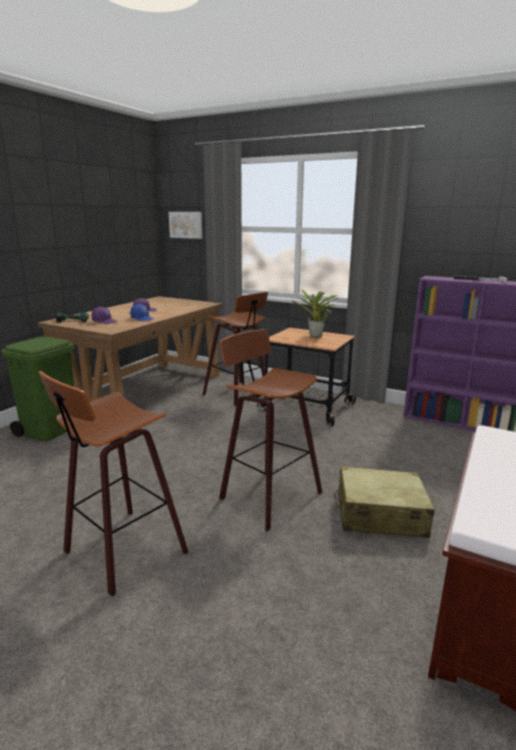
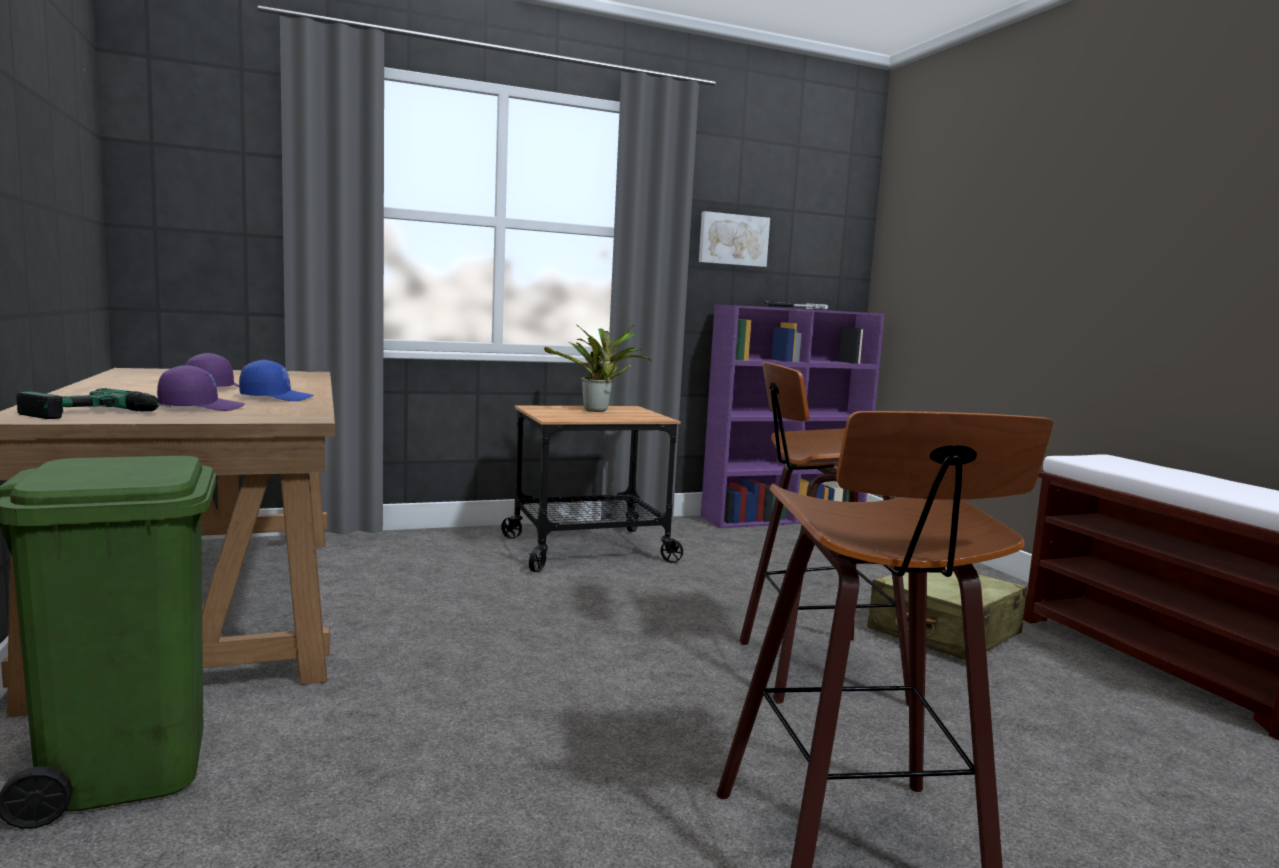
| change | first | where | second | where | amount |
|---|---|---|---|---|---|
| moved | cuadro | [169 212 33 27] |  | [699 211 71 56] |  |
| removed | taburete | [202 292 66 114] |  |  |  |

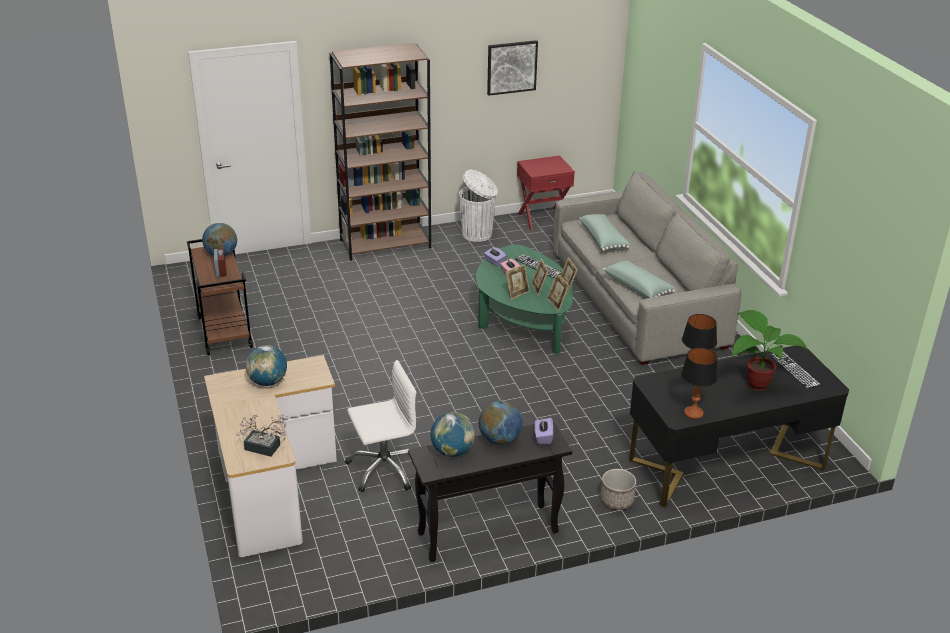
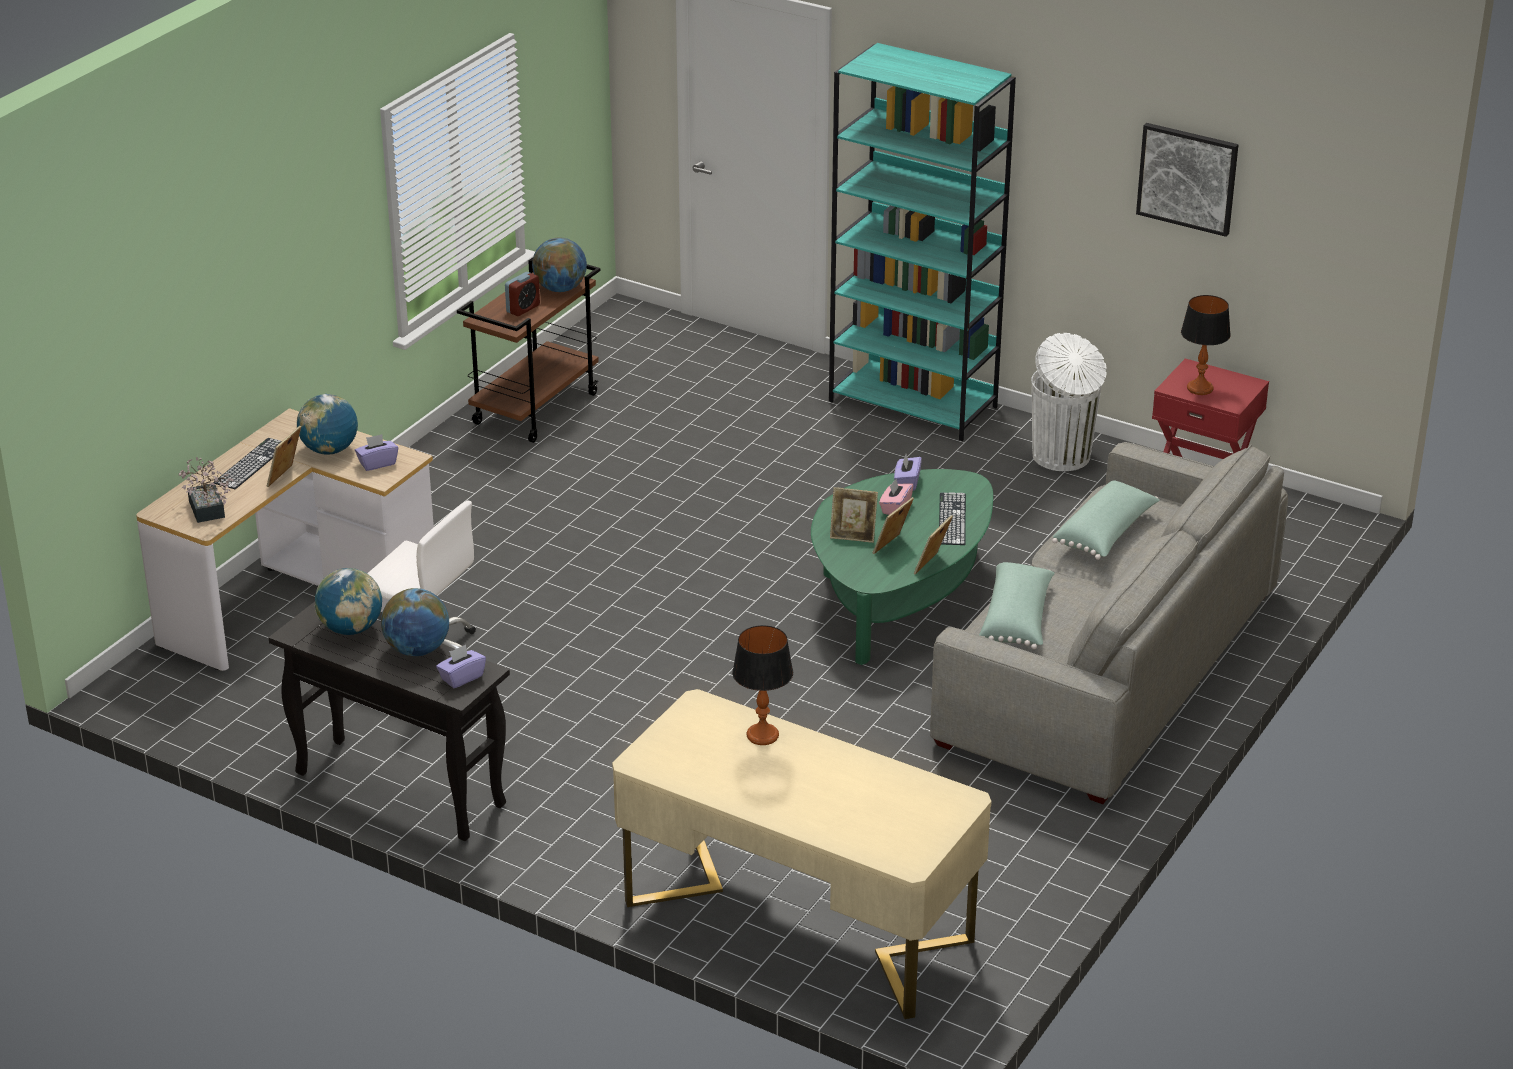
| change | first | where | second | where | amount |
|---|---|---|---|---|---|
| recoloured | estantería [marrón] | [330 43 101 218] | estantería [turquesa] | [829 43 187 398] |  |
| moved | portarretratos | [547 273 22 38] |  | [267 426 34 61] |  |
| removed | maceta | [600 469 36 41] |  |  |  |
| recoloured | escritorio [negro] | [629 346 220 162] | escritorio [beis] | [612 689 380 330] |  |
| moved | lámpara de mesa | [681 348 37 71] |  | [1181 295 50 100] |  |
| removed | planta en maceta | [732 310 76 81] |  |  |  |
| moved | teclado | [769 351 52 38] |  | [213 438 69 51] |  |
| added |  |  | caja de pañuelos [morado] | [355 434 43 37] |  |

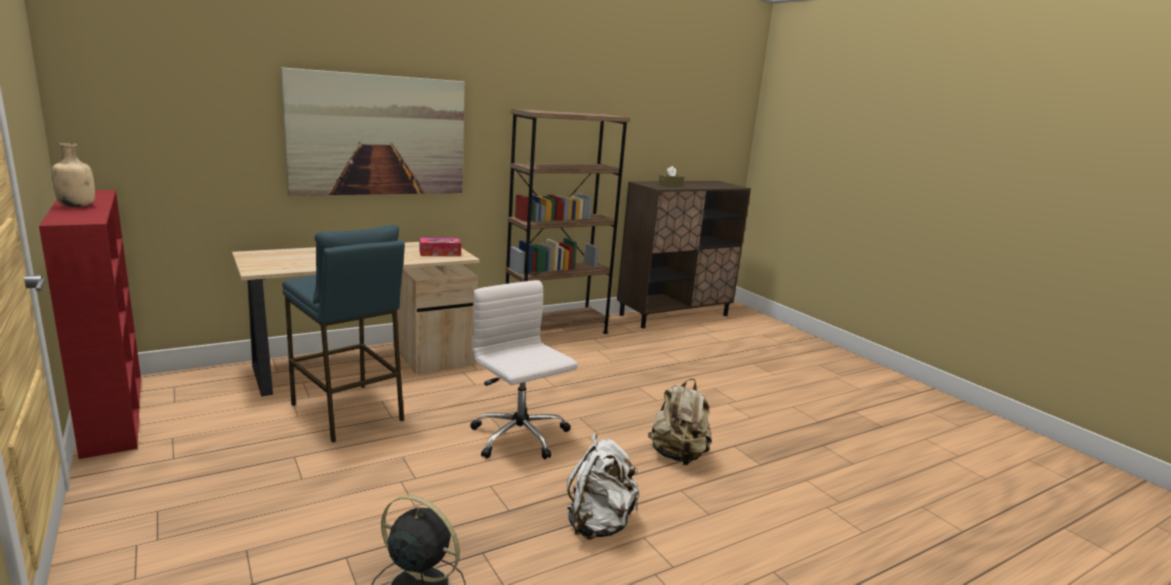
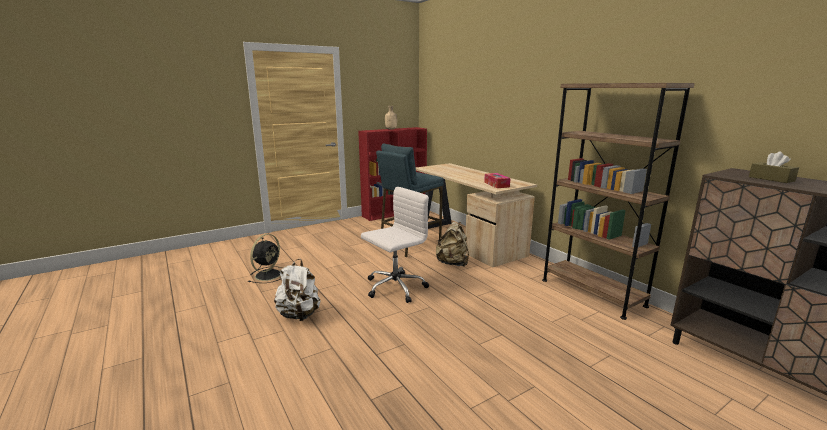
| change | first | where | second | where | amount |
|---|---|---|---|---|---|
| removed | cuadro | [281 67 184 129] |  |  |  |
| moved | mochila [beis] | [648 379 64 86] |  | [435 222 34 44] |  |

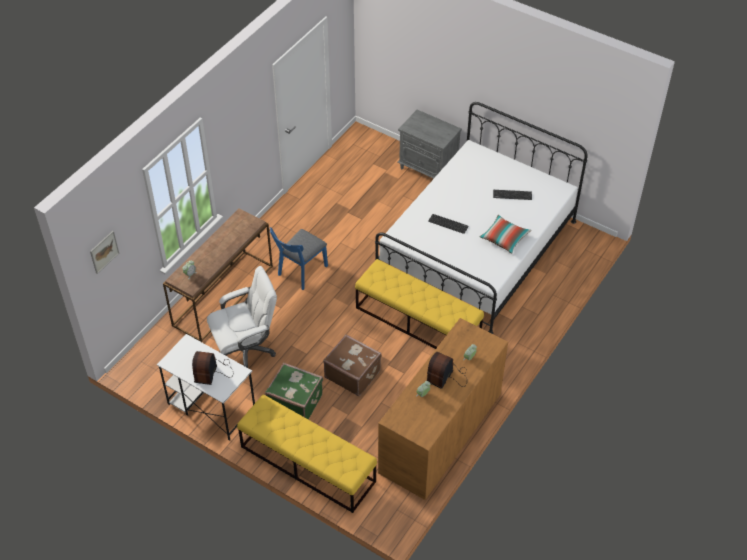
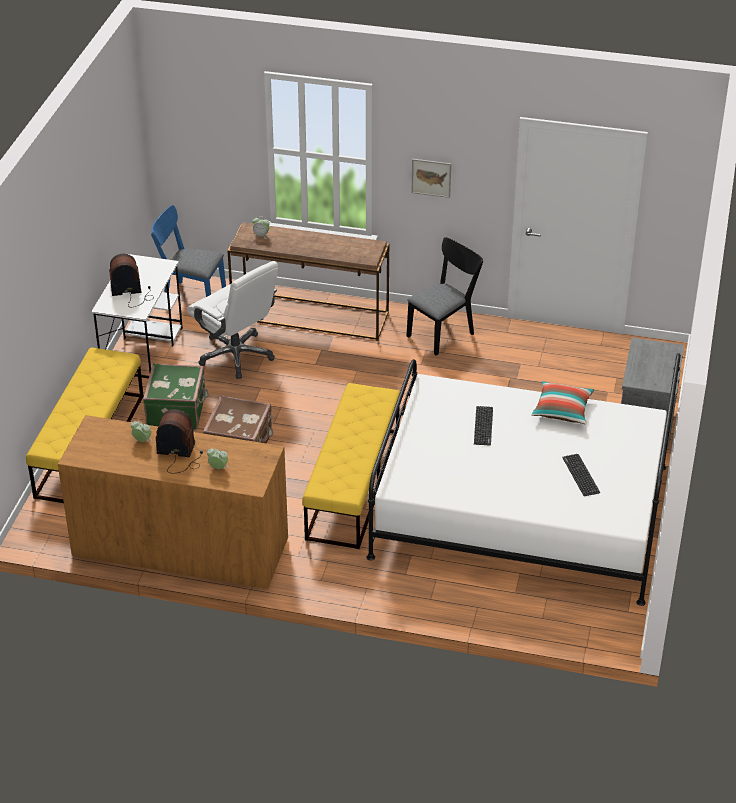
| change | first | where | second | where | amount |
|---|---|---|---|---|---|
| moved | cuadro | [90 231 29 43] |  | [412 159 39 39] |  |
| moved | silla [azul] | [270 227 58 63] |  | [151 205 75 92] |  |
| moved | cojín | [480 215 51 38] |  | [532 381 62 43] |  |
| added |  |  | silla [negro] | [407 237 76 119] |  |

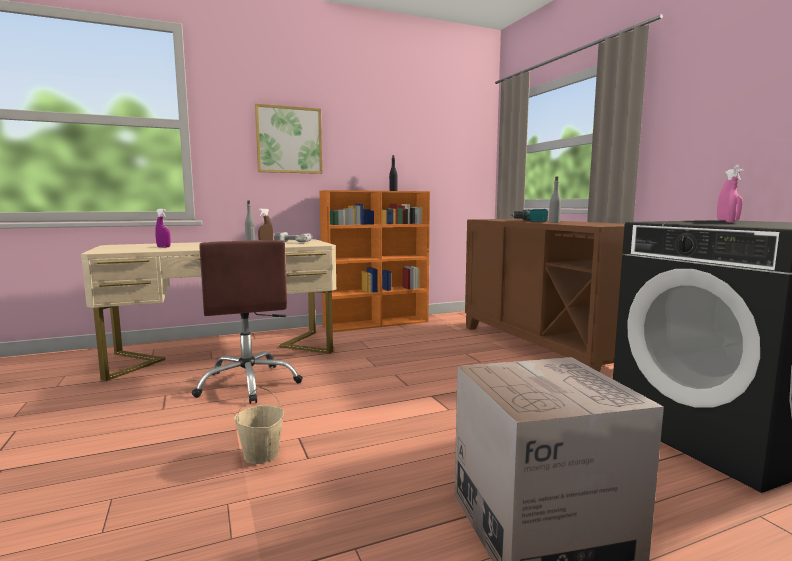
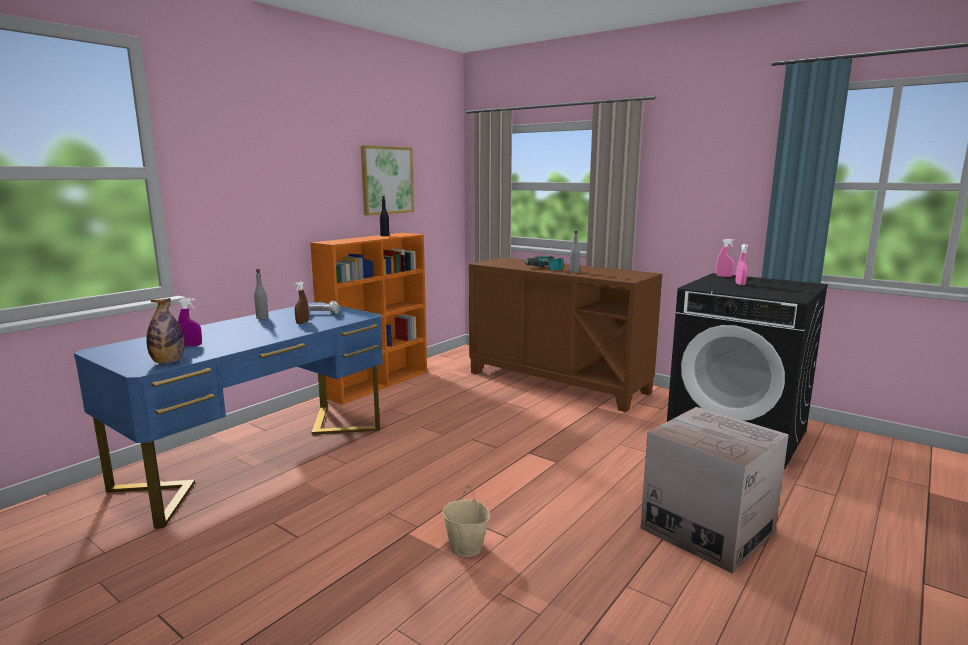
| change | first | where | second | where | amount |
|---|---|---|---|---|---|
| recoloured | escritorio [beis] | [81 239 255 142] | escritorio [azul] | [74 302 309 227] |  |
| removed | silla de oficina [marrón] | [192 240 111 164] |  |  |  |
| moved | cuadro | [255 104 68 70] |  | [361 145 53 70] |  |
| added |  |  | botella | [147 298 38 66] |  |

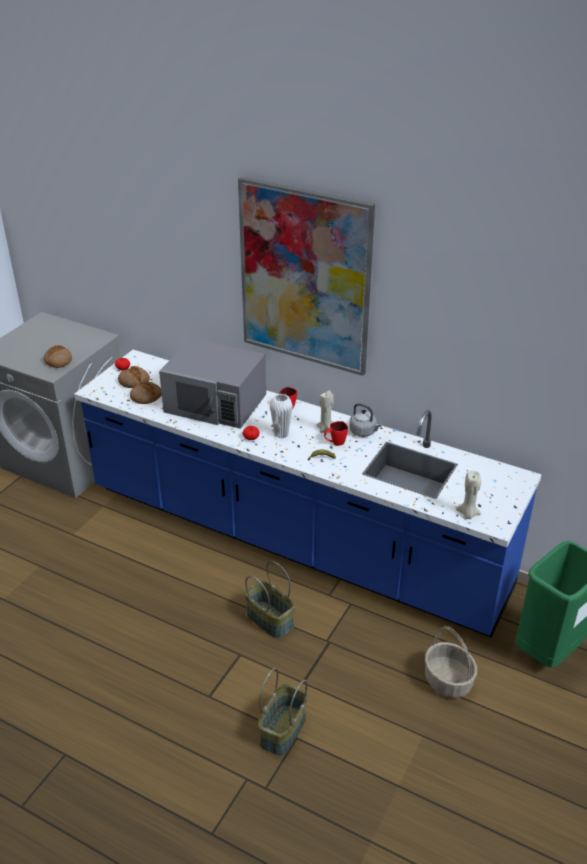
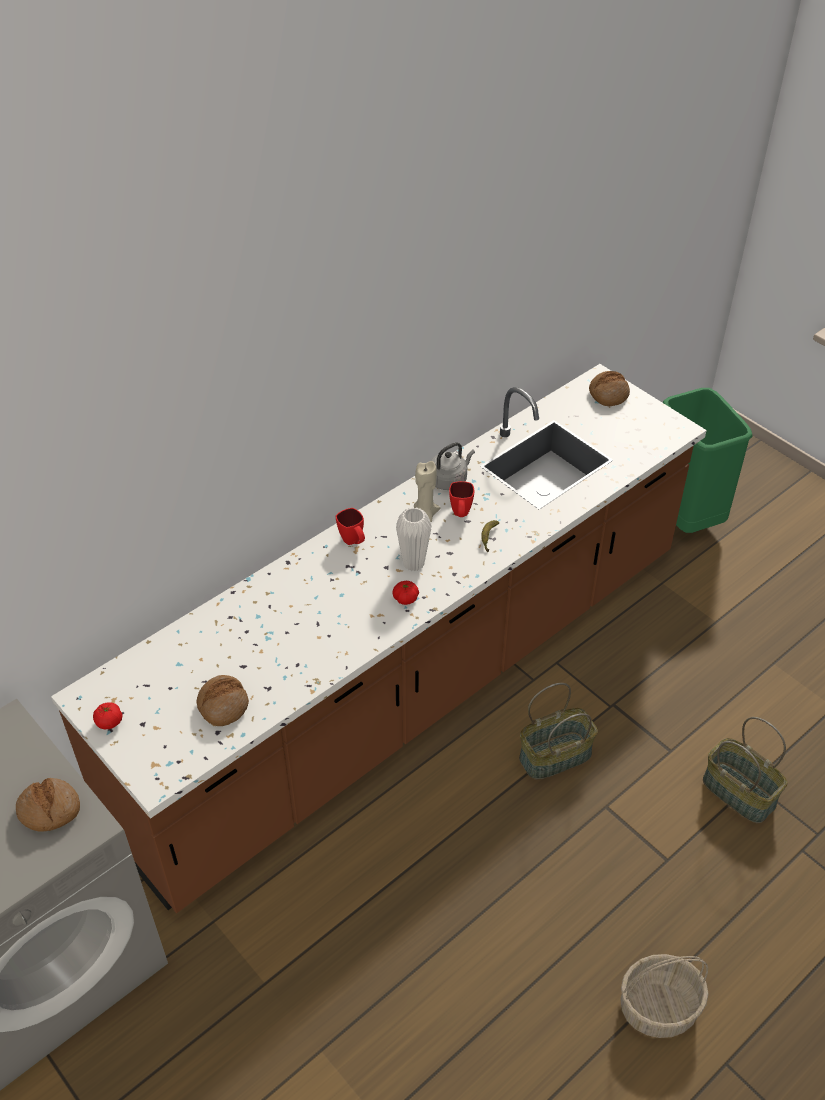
| change | first | where | second | where | amount |
|---|---|---|---|---|---|
| recoloured | mueble bajo de cocina [azul] | [74 350 468 288] | mueble bajo de cocina [marrón] | [51 364 656 549] |  |
| moved | pan | [118 366 32 22] |  | [589 371 41 35] |  |
| removed | microondas [gris] | [159 338 107 91] |  |  |  |
| removed | cuadro | [238 177 137 199] |  |  |  |
| moved | cesta | [425 626 52 72] |  | [620 954 89 84] |  |
| removed | vela [beis] | [456 471 25 48] |  |  |  |

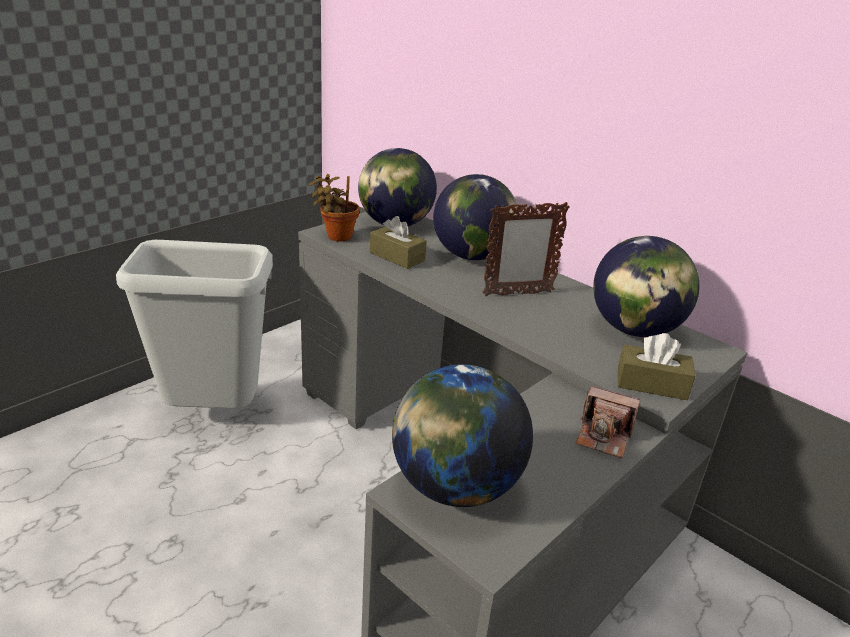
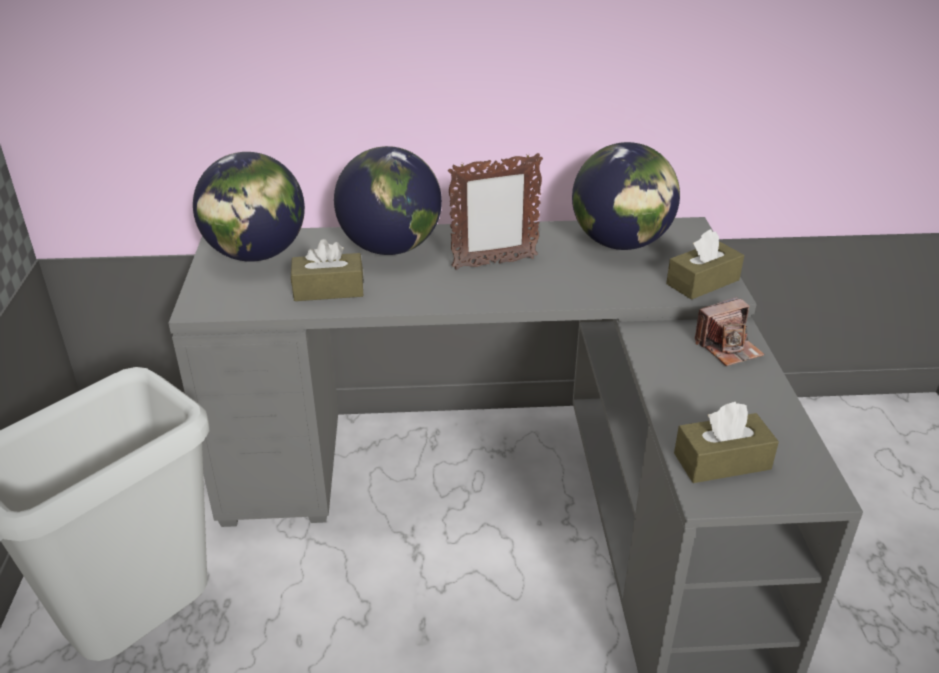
| change | first | where | second | where | amount |
|---|---|---|---|---|---|
| removed | planta en maceta | [309 174 51 67] |  |  |  |
| replaced | globo terráqueo | [392 364 141 143] | caja de pañuelos [marrón] | [674 402 105 81] |  |
| turned | portarretratos | [483 201 87 95] |  | [448 153 95 117] | 45 degrees clockwise |

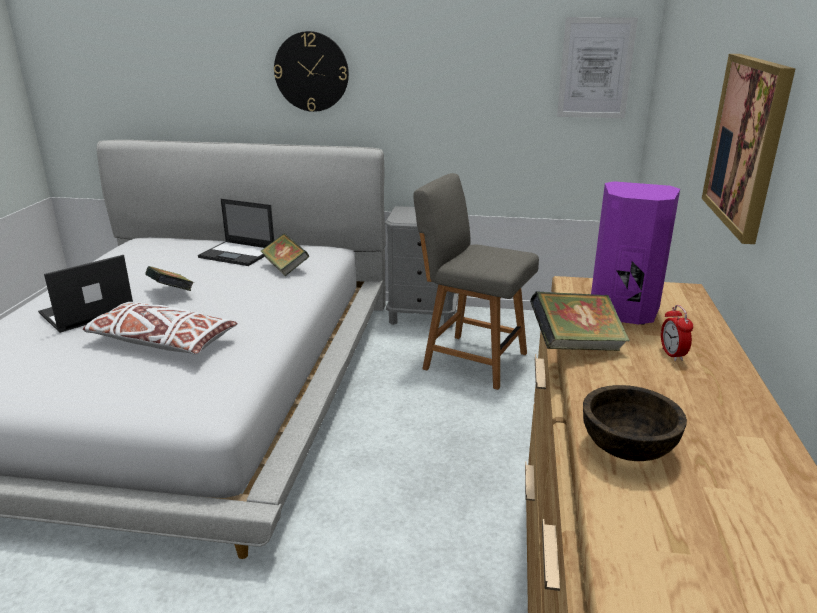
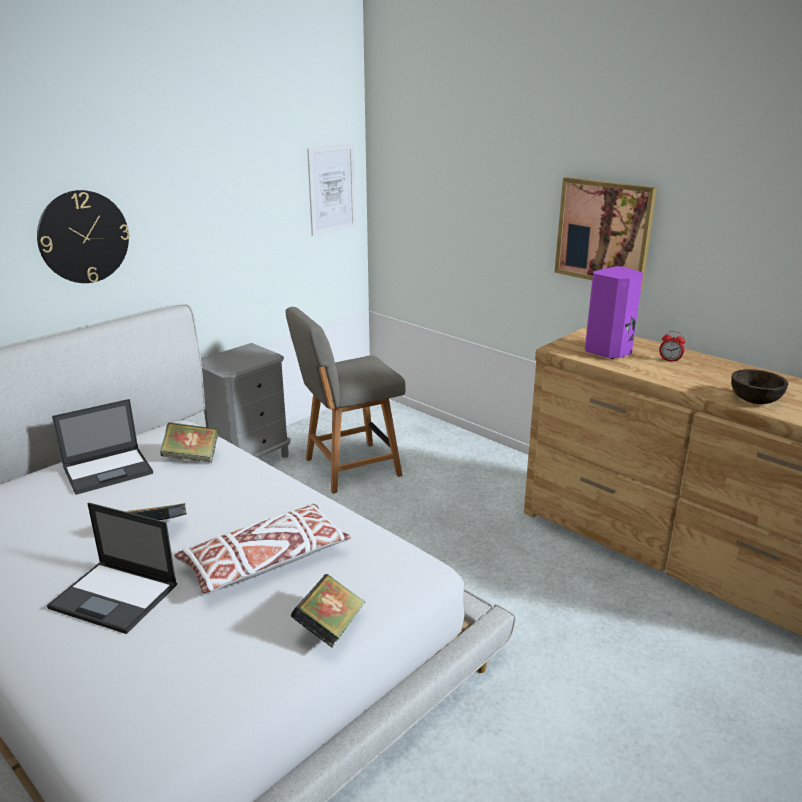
| change | first | where | second | where | amount |
|---|---|---|---|---|---|
| turned | portátil | [38 255 95 78] |  | [47 503 130 131] | 60 degrees counterclockwise |
| moved | libro | [530 291 100 60] |  | [290 574 75 73] |  |

